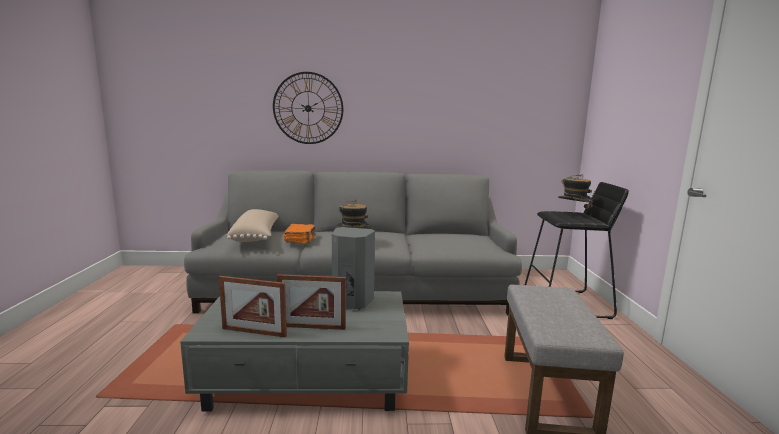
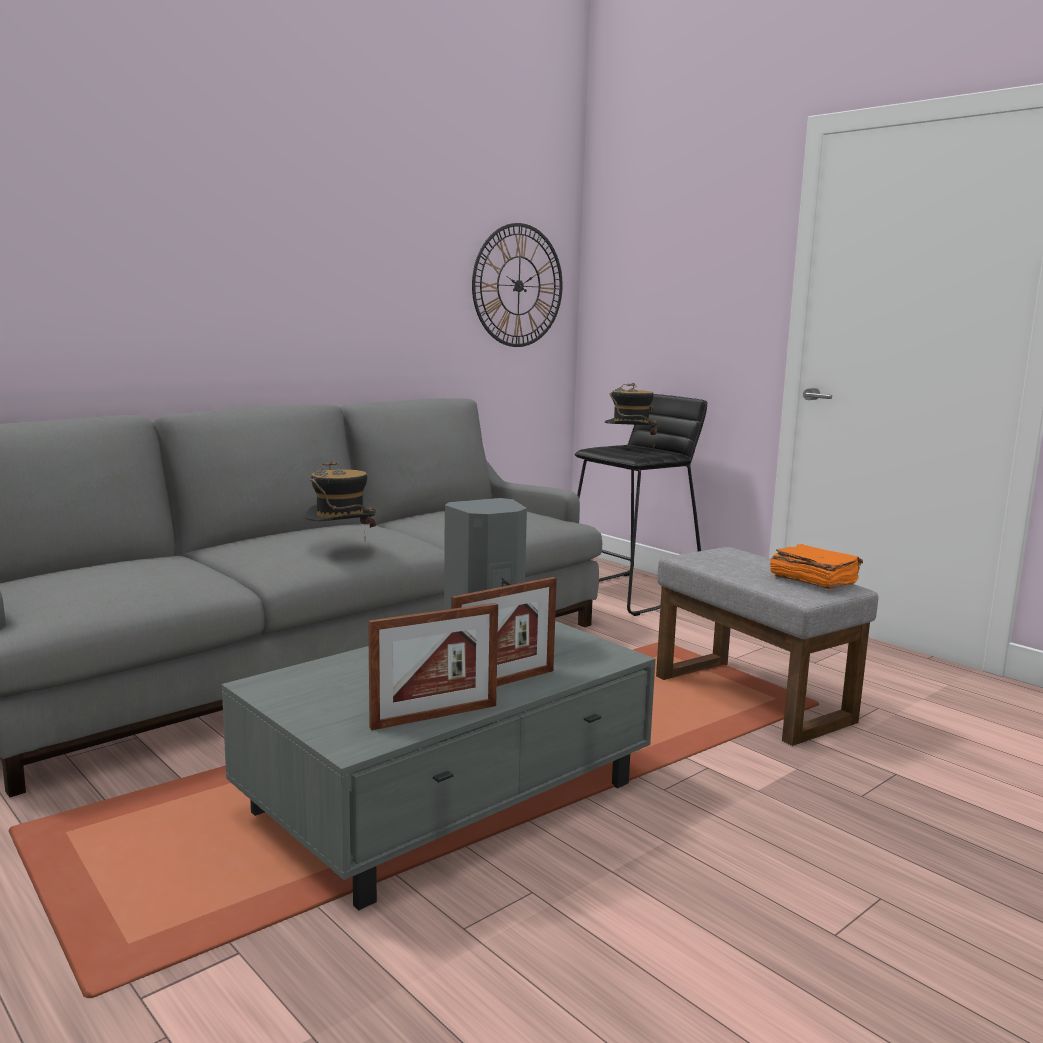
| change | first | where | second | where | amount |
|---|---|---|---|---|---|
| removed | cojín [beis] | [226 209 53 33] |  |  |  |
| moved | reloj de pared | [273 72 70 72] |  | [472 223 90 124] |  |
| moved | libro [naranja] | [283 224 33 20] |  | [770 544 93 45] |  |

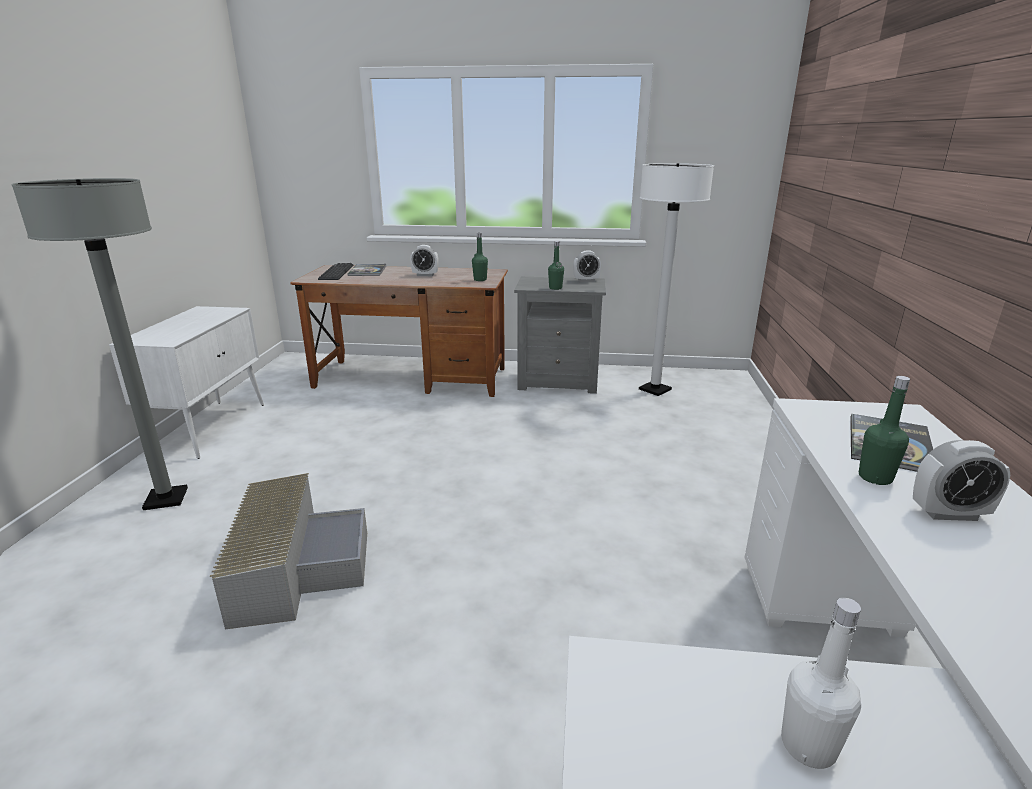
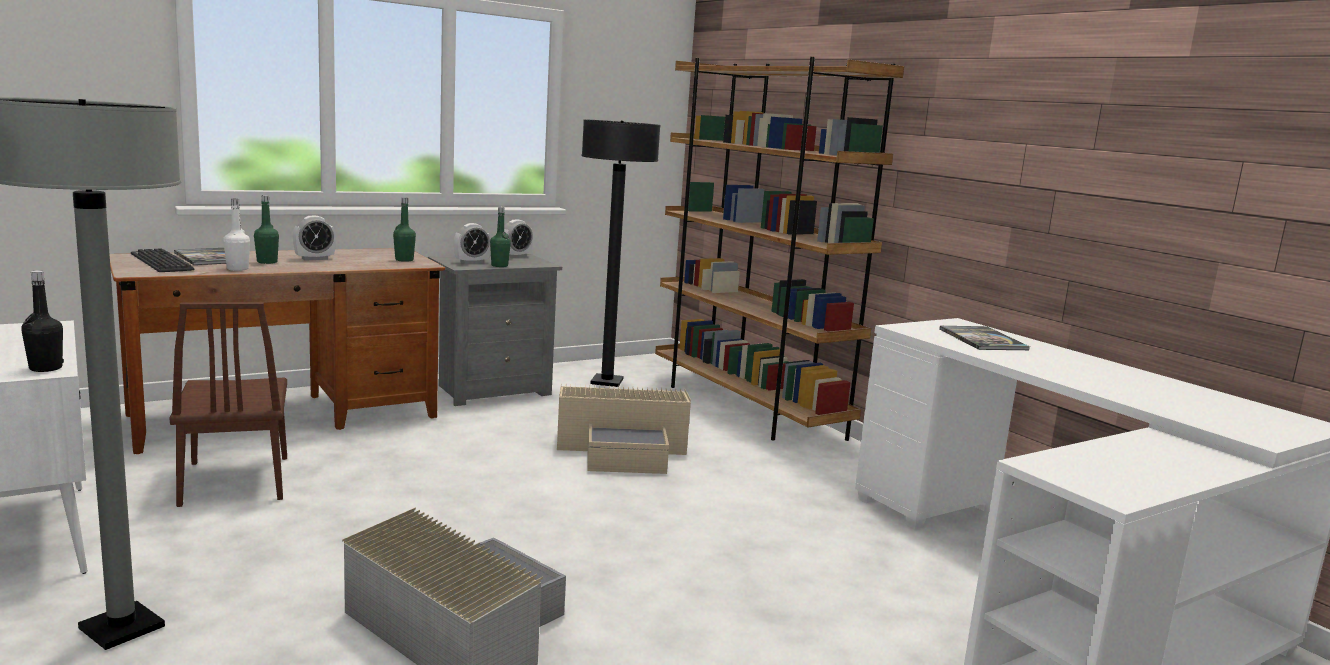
| change | first | where | second | where | amount |
|---|---|---|---|---|---|
| recoloured | lámpara de pie [blanco] | [639 163 75 233] | lámpara de pie [negro] | [581 119 80 268] |  |
| moved | botella [blanco] | [781 597 80 172] |  | [223 199 27 72] |  |
| moved | botella [verde] | [859 376 51 109] |  | [254 195 25 69] |  |
| moved | despertador | [913 440 97 81] |  | [454 223 37 41] |  |
| added |  |  | botella [negro] | [21 270 43 102] |  |
| added |  |  | silla [marrón] | [169 302 118 205] |  |
| added |  |  | caja de almacenaje [beis] | [557 384 134 90] |  |
| added |  |  | estantería [marrón] | [655 57 249 384] |  |

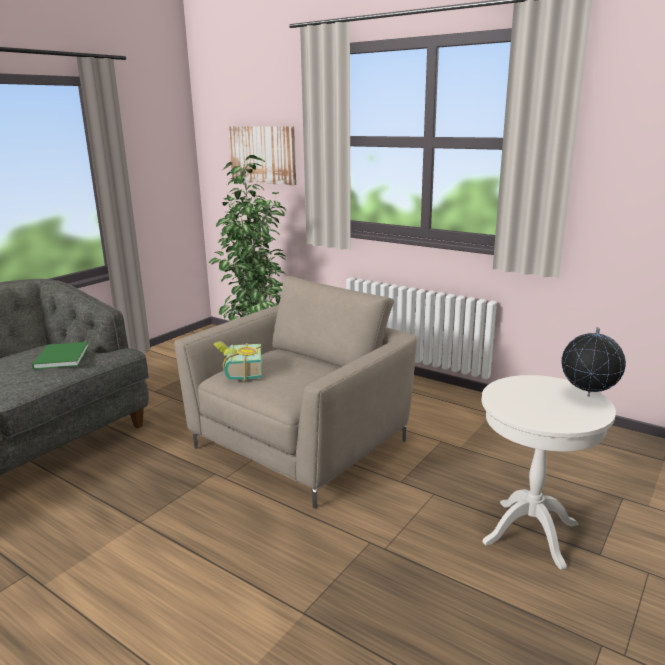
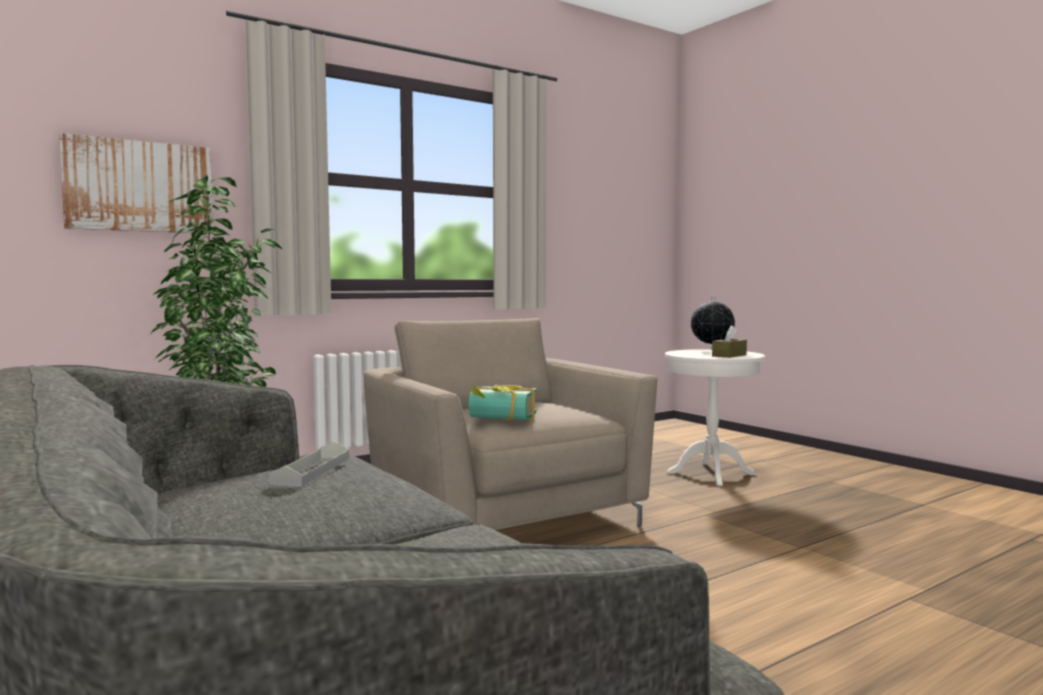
| change | first | where | second | where | amount |
|---|---|---|---|---|---|
| replaced | libro [verde] | [32 342 57 27] | bandeja [gris] | [269 441 80 45] |  |
| added |  |  | caja de pañuelos [marrón] | [712 325 35 33] |  |

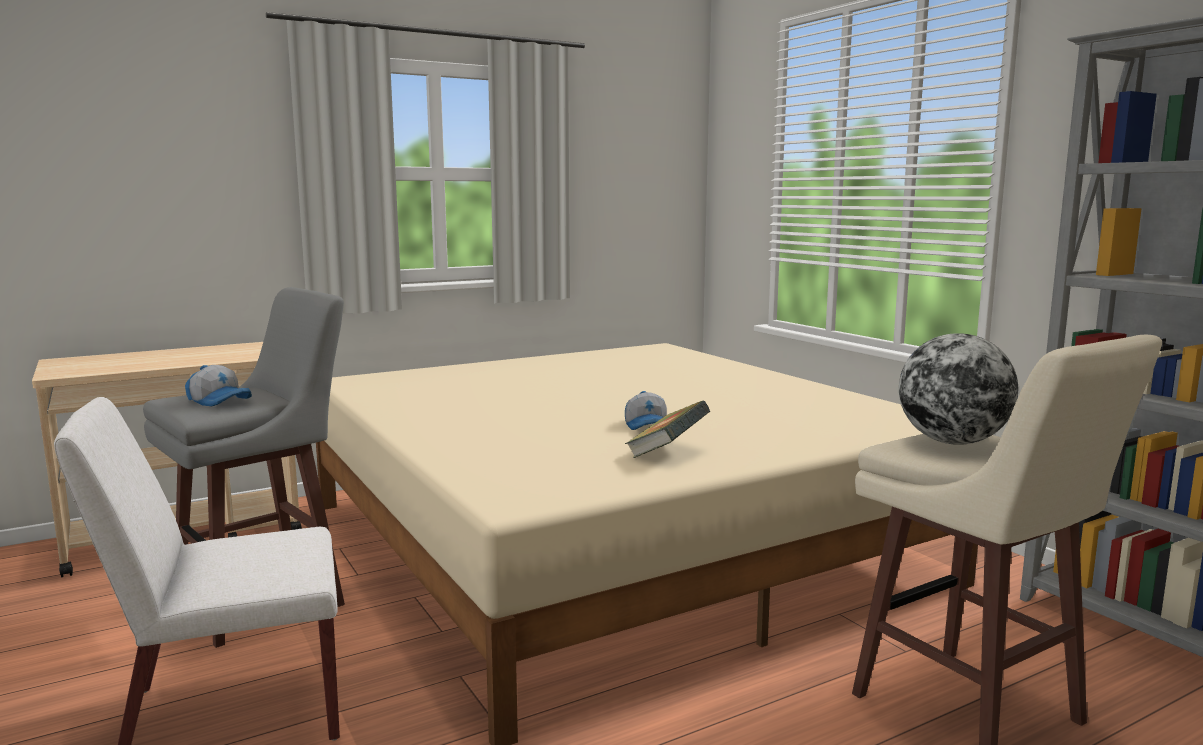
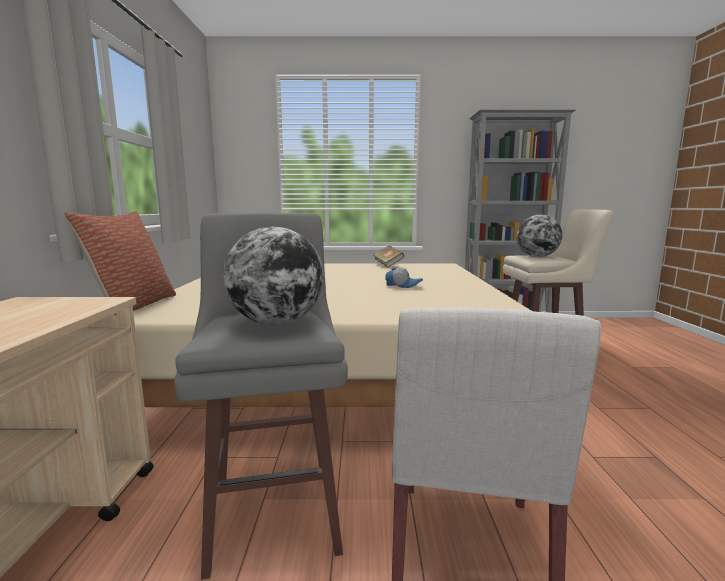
| change | first | where | second | where | amount |
|---|---|---|---|---|---|
| replaced | gorra | [185 365 67 42] | globo terráqueo | [223 227 101 98] |  |
| moved | libro | [625 401 85 57] |  | [373 245 31 23] |  |
| added |  |  | cojín | [63 211 113 100] |  |

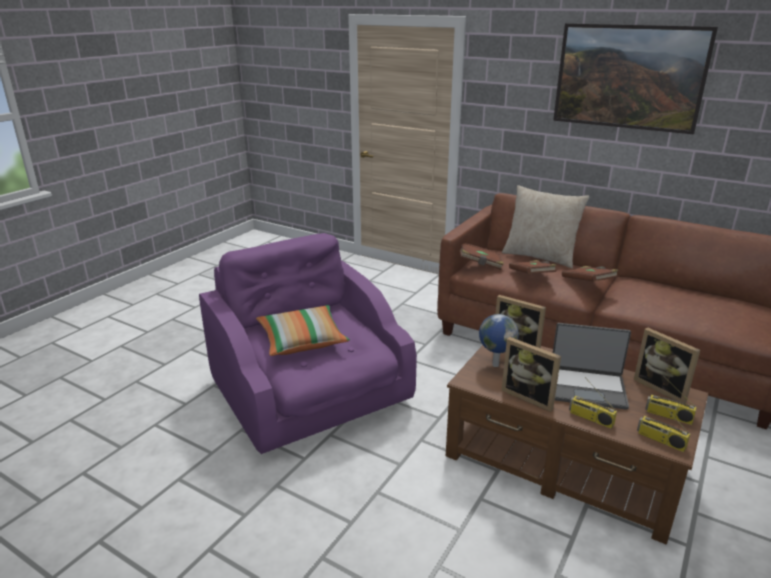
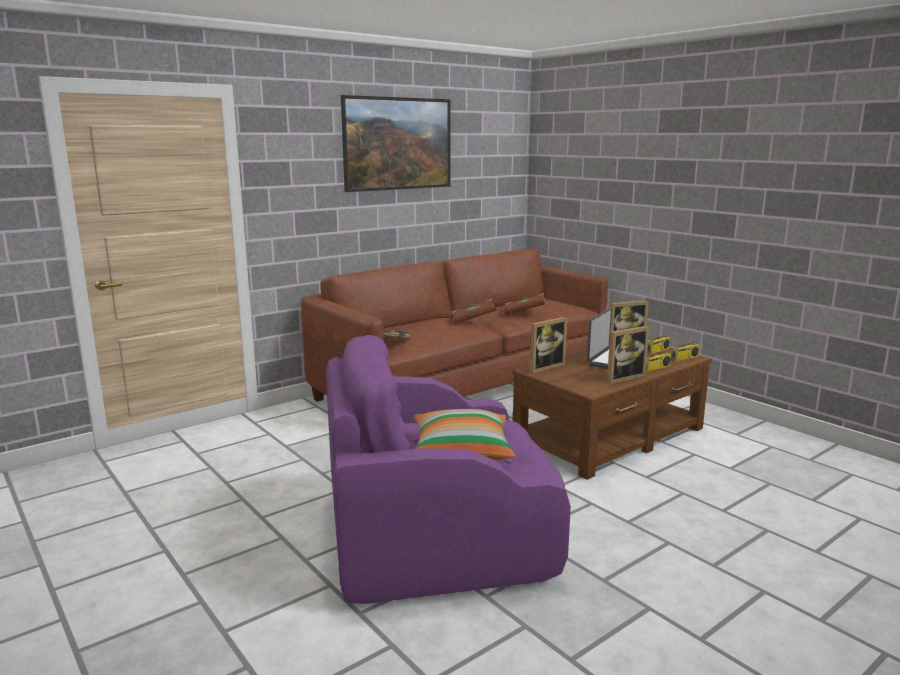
| change | first | where | second | where | amount |
|---|---|---|---|---|---|
| removed | globo terráqueo | [479 314 40 53] |  |  |  |
| removed | cojín [beis] | [502 185 87 83] |  |  |  |
| moved | libro [marrón] | [509 260 48 14] |  | [504 293 41 22] |  |

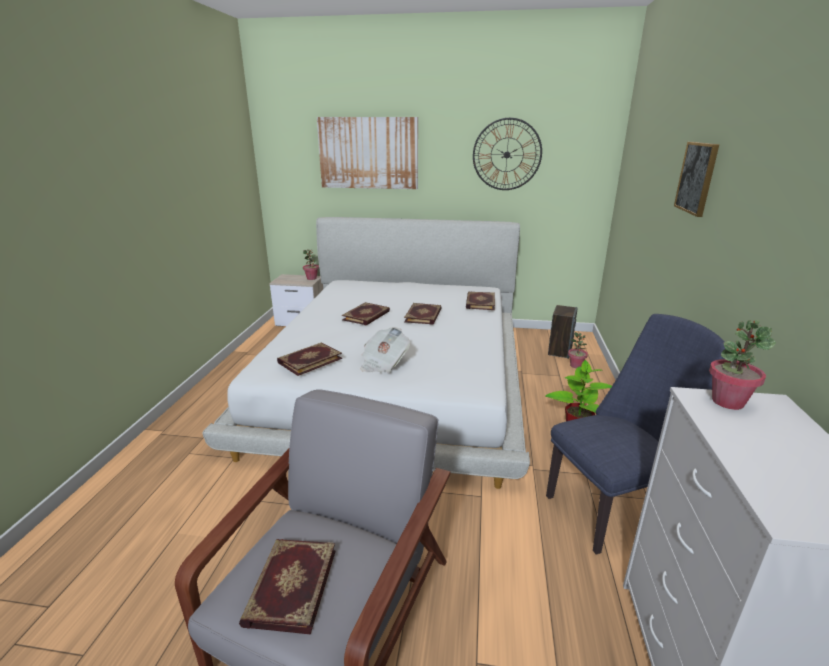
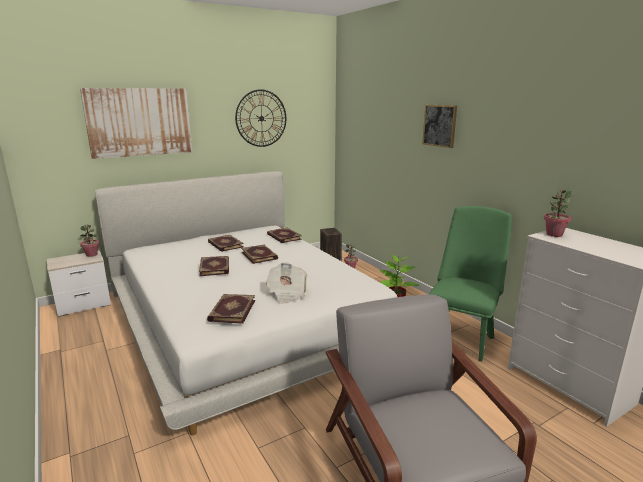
| change | first | where | second | where | amount |
|---|---|---|---|---|---|
| moved | libro | [239 539 97 96] |  | [208 235 36 17] |  |
| recoloured | silla [azul] | [546 314 179 241] | silla [verde] | [429 206 83 155] |  |

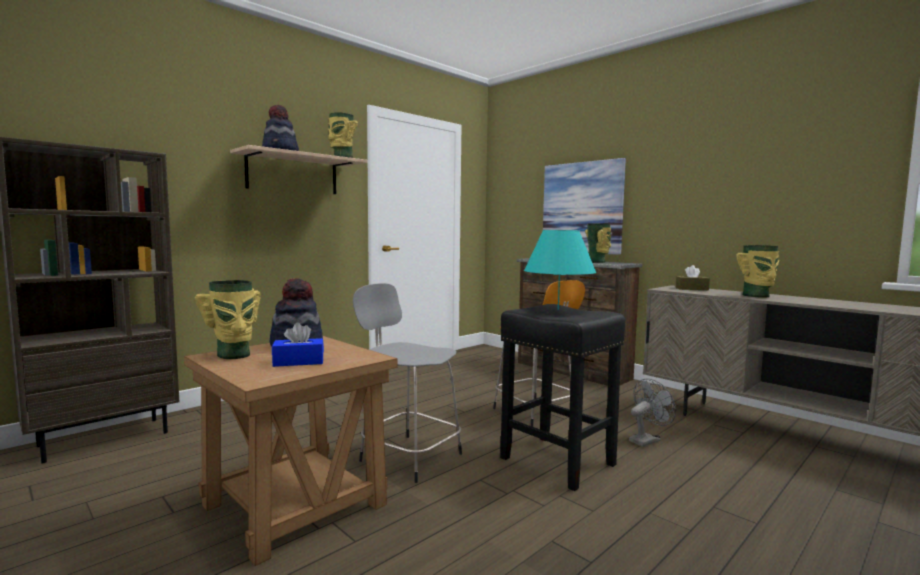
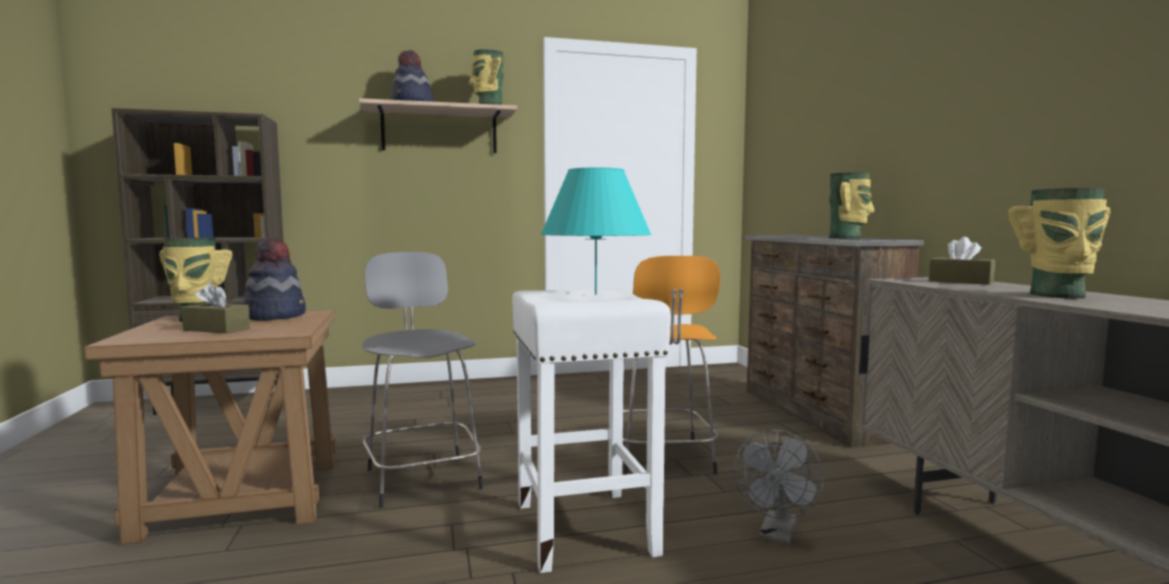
| change | first | where | second | where | amount |
|---|---|---|---|---|---|
| recoloured | caja de pañuelos [azul] | [272 323 52 44] | caja de pañuelos [marrón] | [181 283 69 50] |  |
| recoloured | taburete [negro] | [500 304 125 187] | taburete [blanco] | [512 288 159 285] |  |
| removed | cuadro | [543 158 83 97] |  |  |  |
| turned | ventilador [gris] | [629 379 47 68] |  | [734 430 90 114] | 120 degrees clockwise |

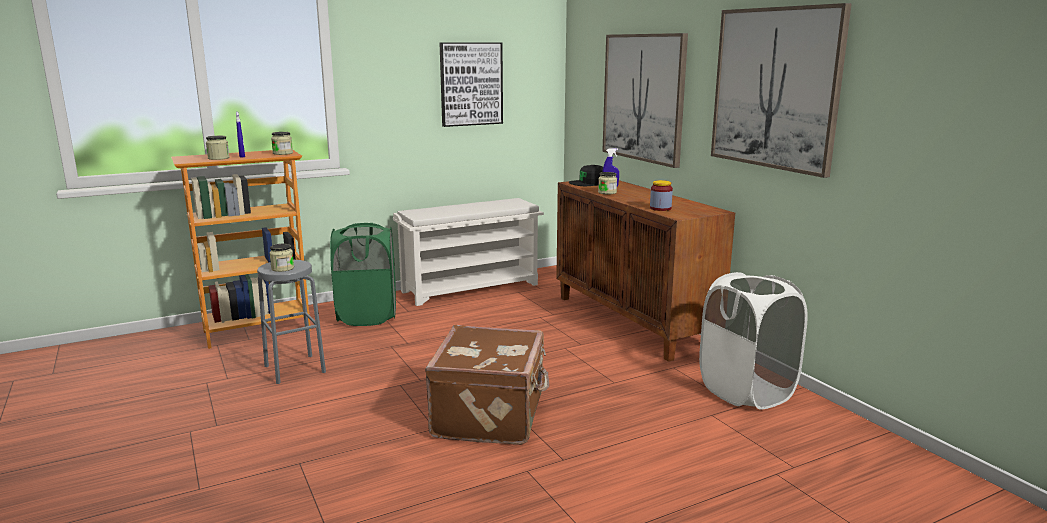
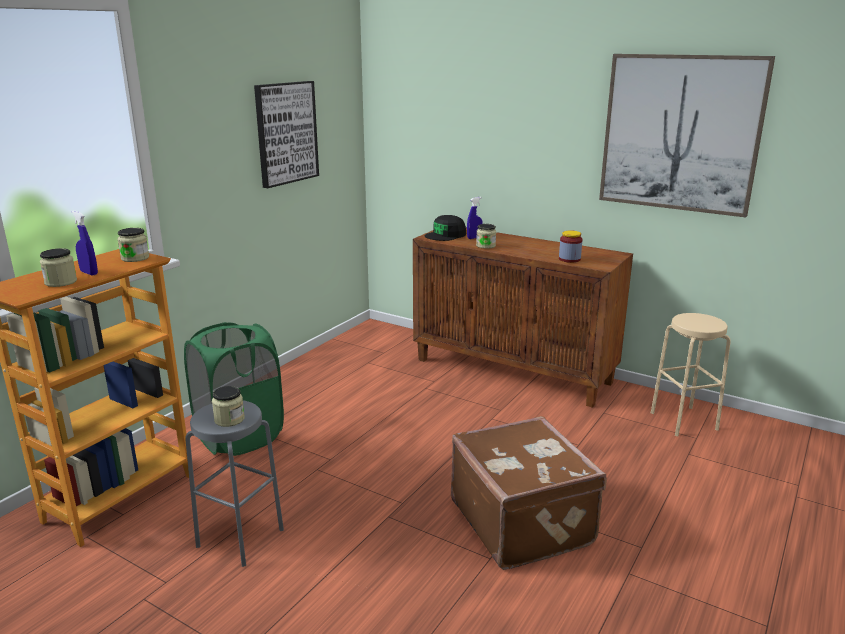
| change | first | where | second | where | amount |
|---|---|---|---|---|---|
| removed | zapatero [blanco] | [393 198 151 108] |  |  |  |
| removed | cuadro | [602 33 86 135] |  |  |  |
| replaced | cesto de la ropa [blanco] | [699 272 109 138] | taburete [beis] | [651 313 80 123] |  |

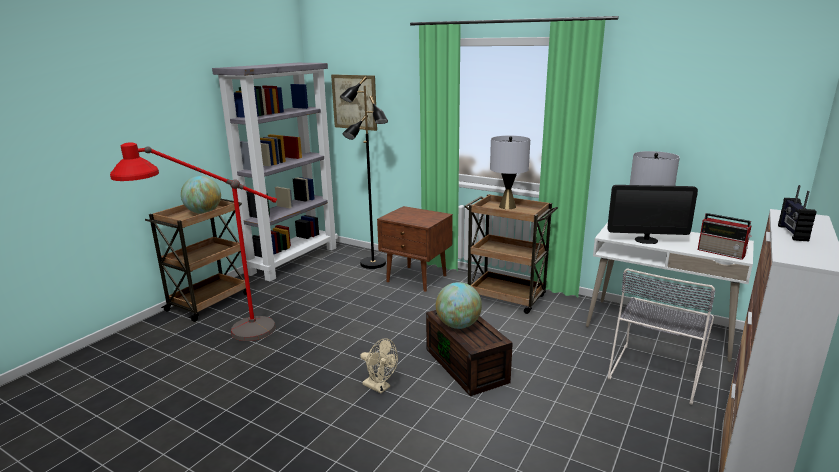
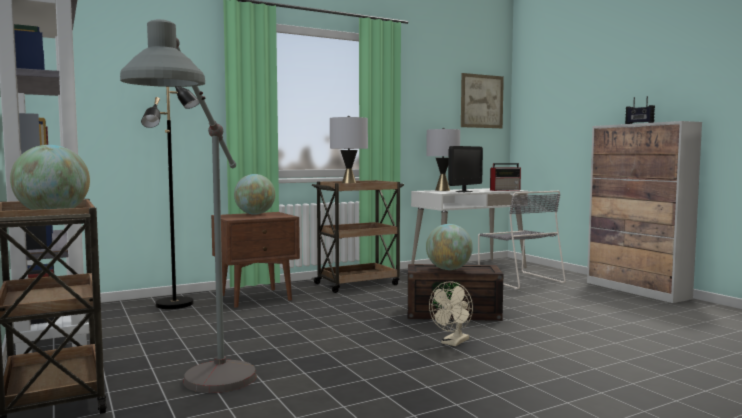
| change | first | where | second | where | amount |
|---|---|---|---|---|---|
| recoloured | lámpara de pie [rojo] | [110 142 167 199] | lámpara de pie [gris] | [120 19 137 374] |  |
| moved | cuadro | [331 74 46 57] |  | [461 73 43 55] |  |
| turned | ventilador [beis] | [360 338 38 55] |  | [429 281 44 65] | 150 degrees clockwise |
| added |  |  | globo terráqueo | [234 174 41 41] |  |

